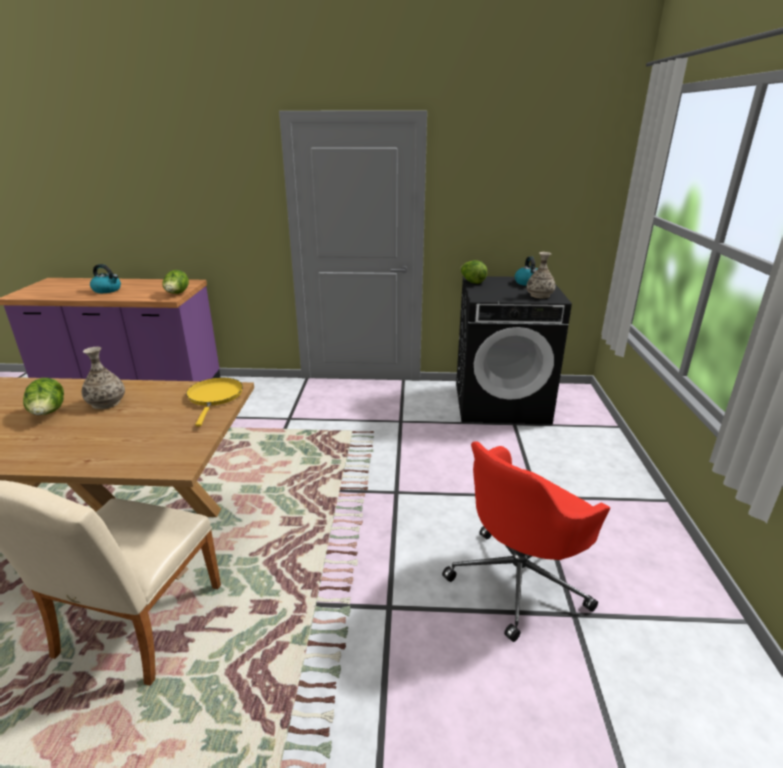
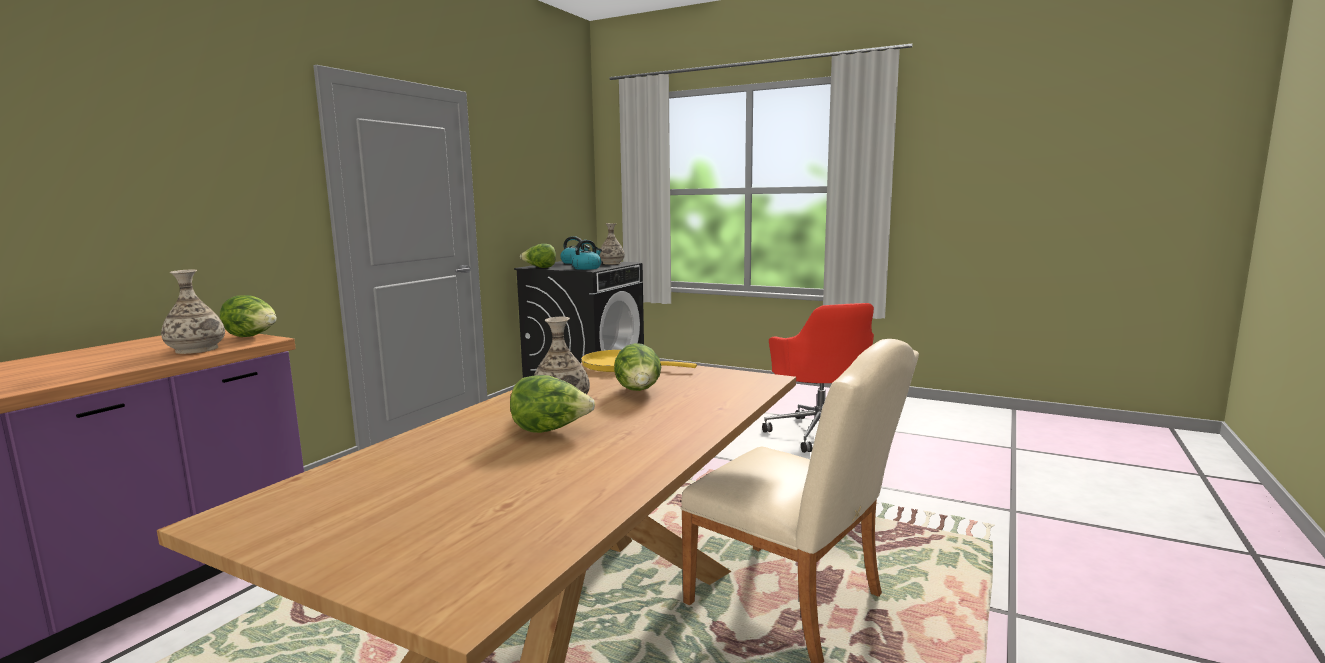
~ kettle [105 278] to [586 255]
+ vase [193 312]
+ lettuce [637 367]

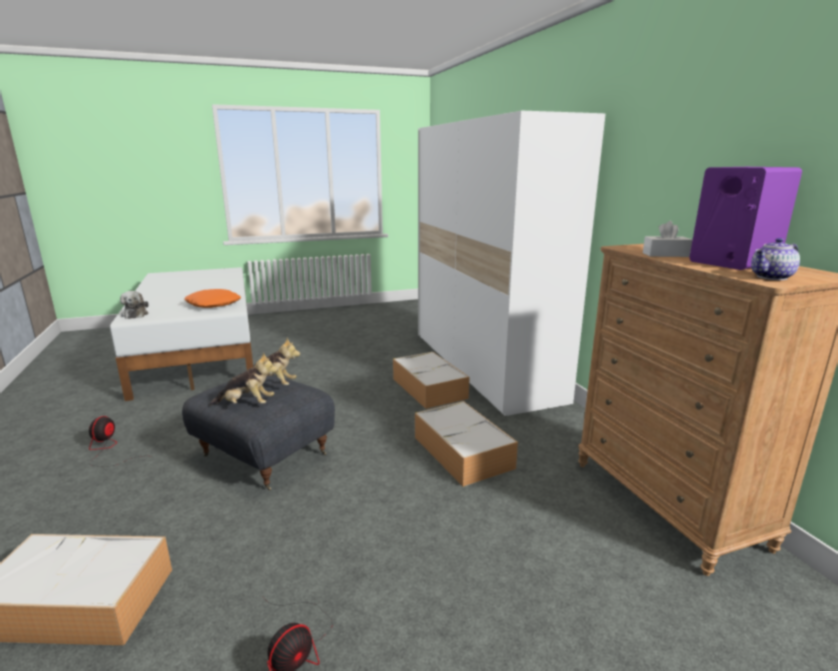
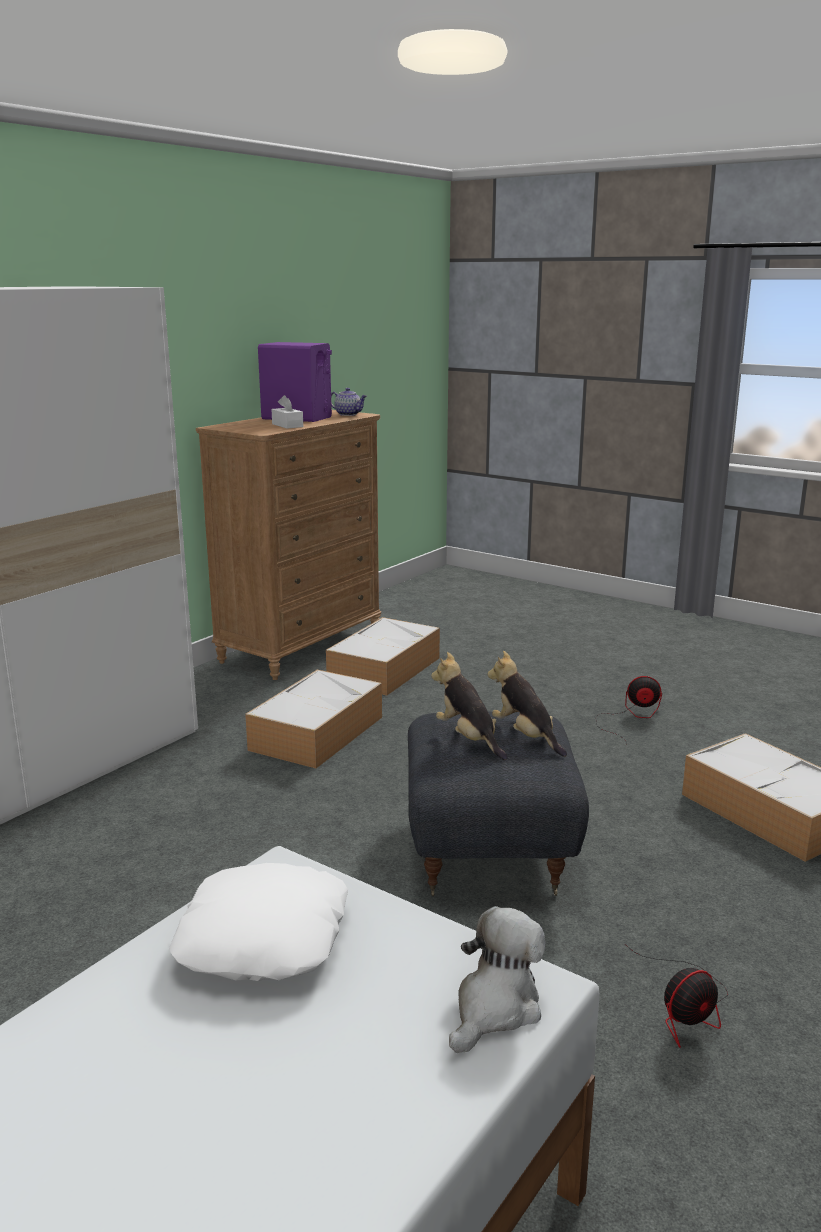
~ orange pillow [212 298] to white pillow [258 922]
~ storage box [431 380] to [383 656]

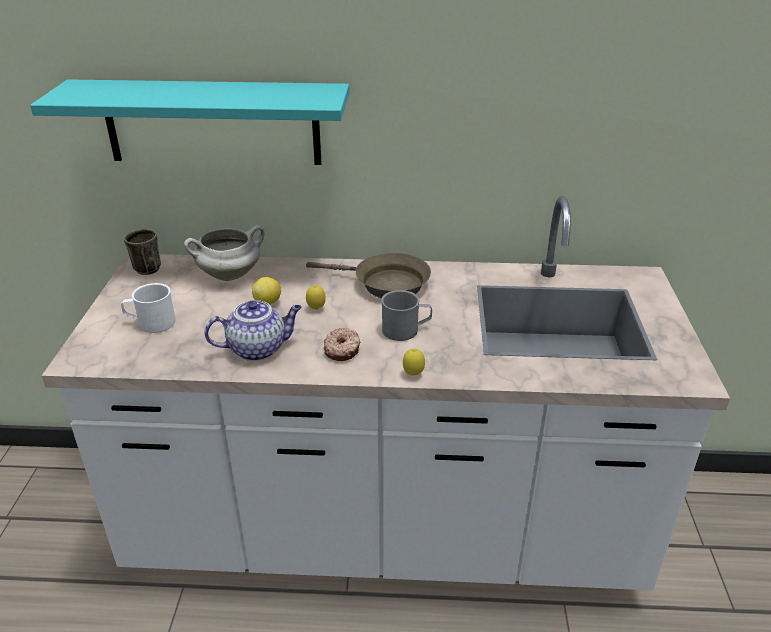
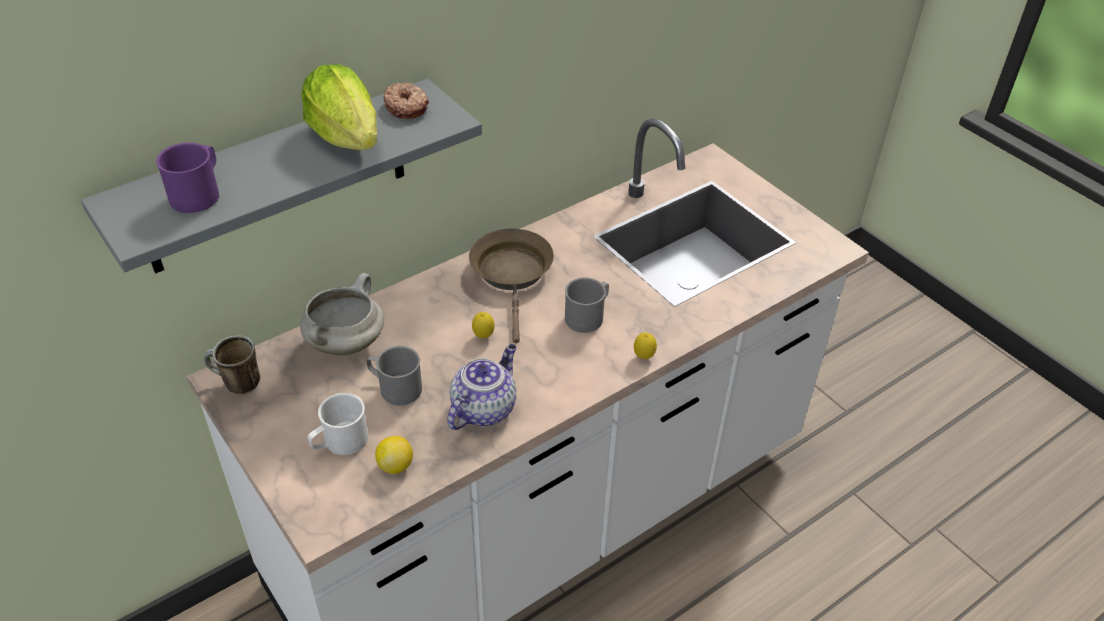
~ turquoise shelf [190 122] to grey shelf [281 176]
~ brown frying pan [368 275] = [511 285] 75 degrees counterclockwise
~ lemon [266 291] to [394 455]
~ donut [342 344] to [406 100]
+ lettuce [339 107]
+ purple mug [187 177]
+ grey mug [394 376]

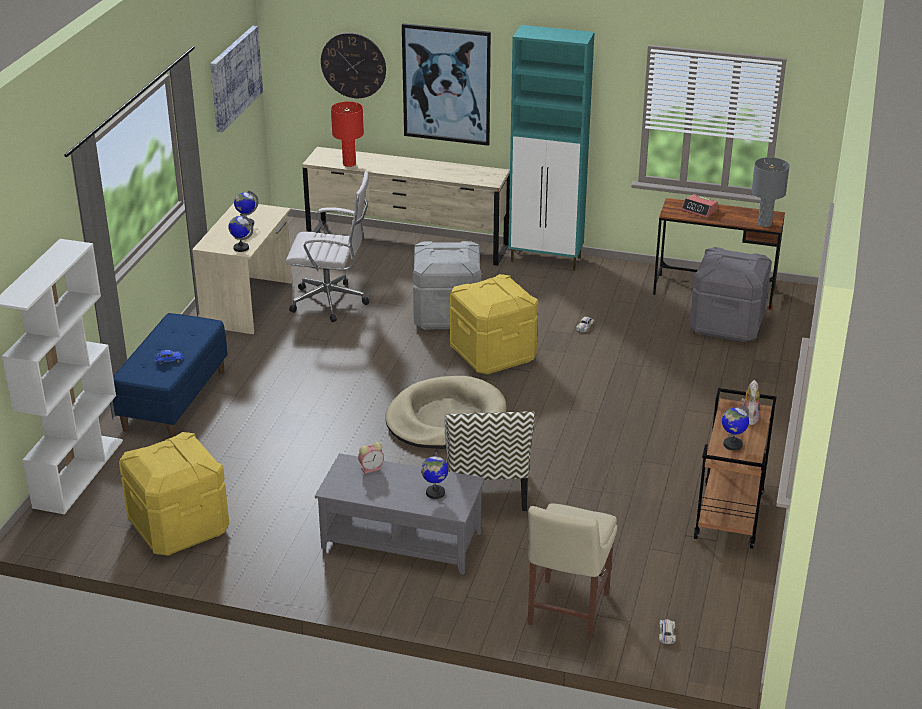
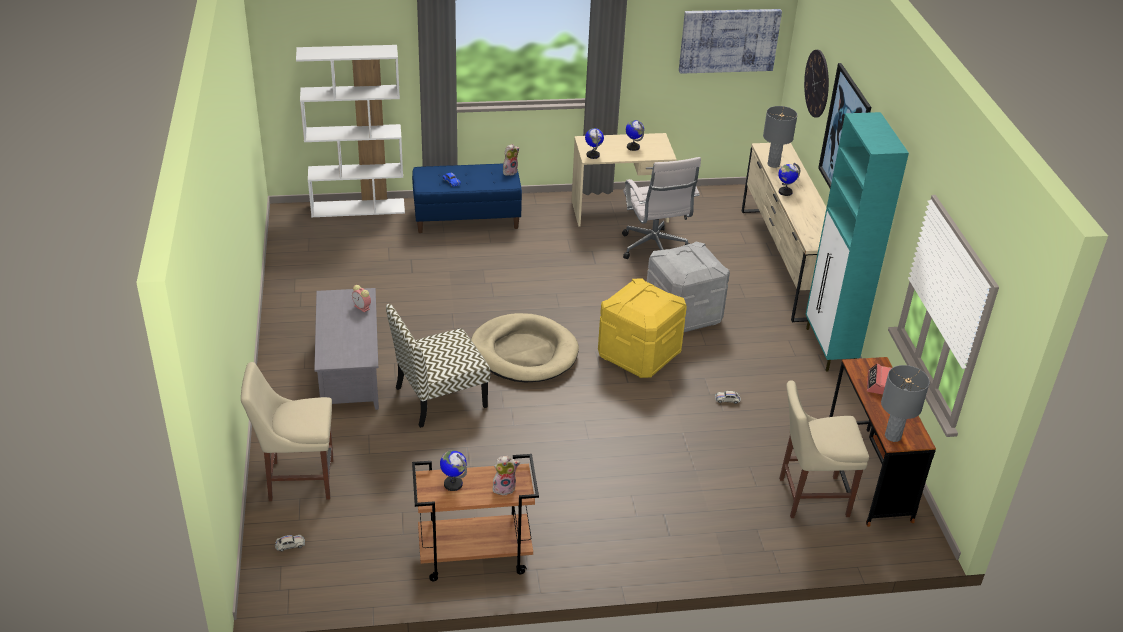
~ red table lamp [347 134] to grey table lamp [780 137]
~ grey storage box [730 294] to beige chair [824 449]
- yellow storage box [174 493]
~ globe [434 475] to [789 179]
+ plush toy [511 160]

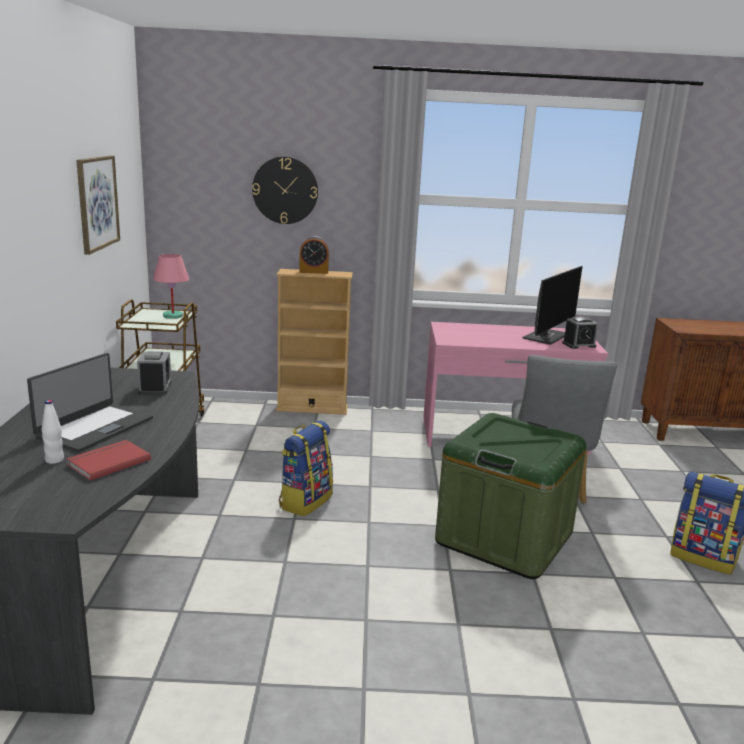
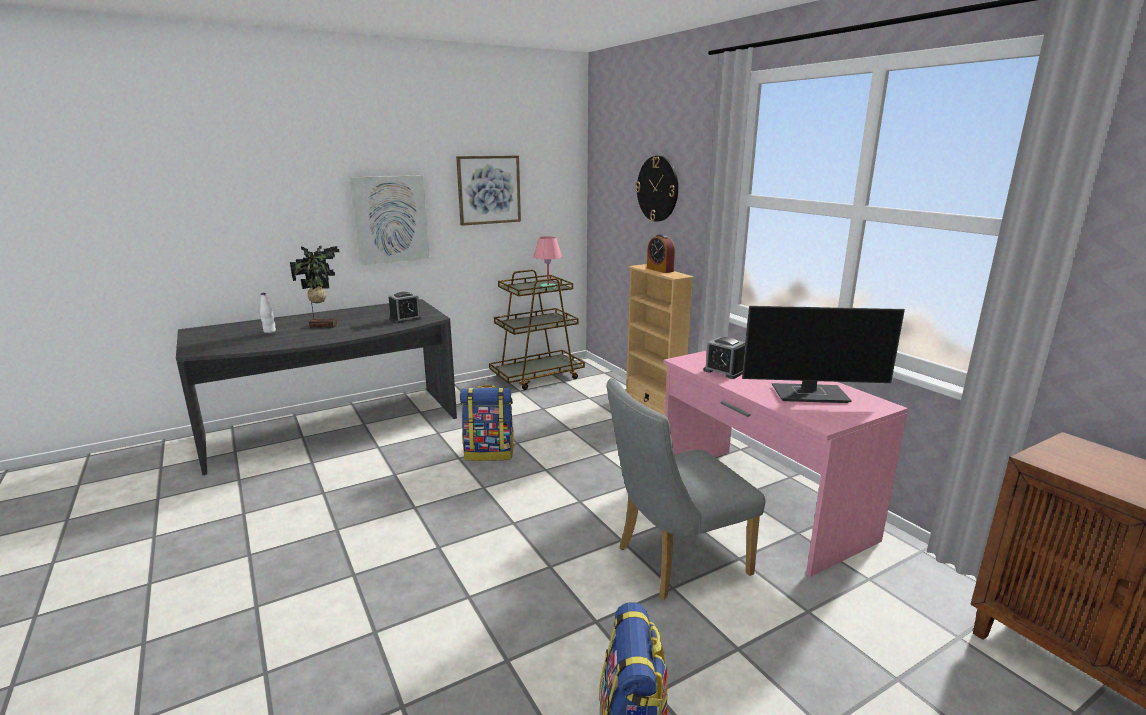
~ alarm clock [580 333] to [724 358]
~ laptop [90 402] to potted plant [315 287]
- green storage box [510 496]
- red book [108 460]
+ picture [390 220]

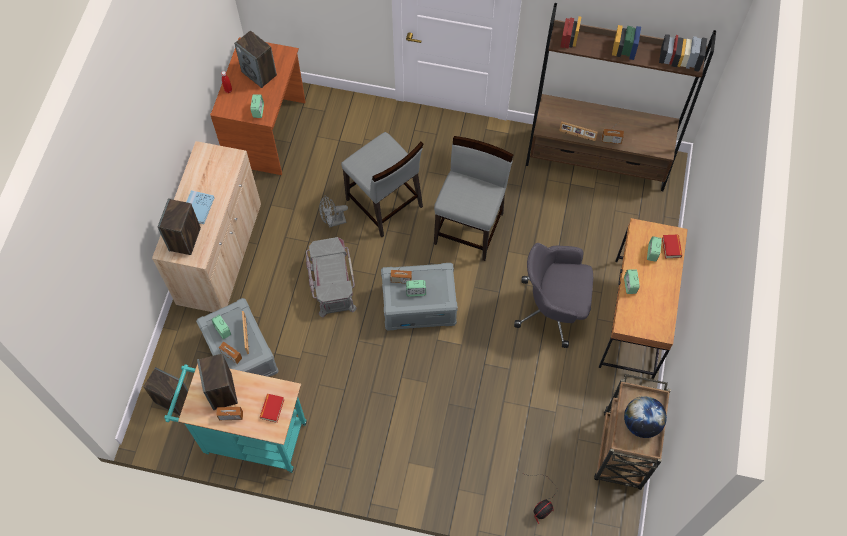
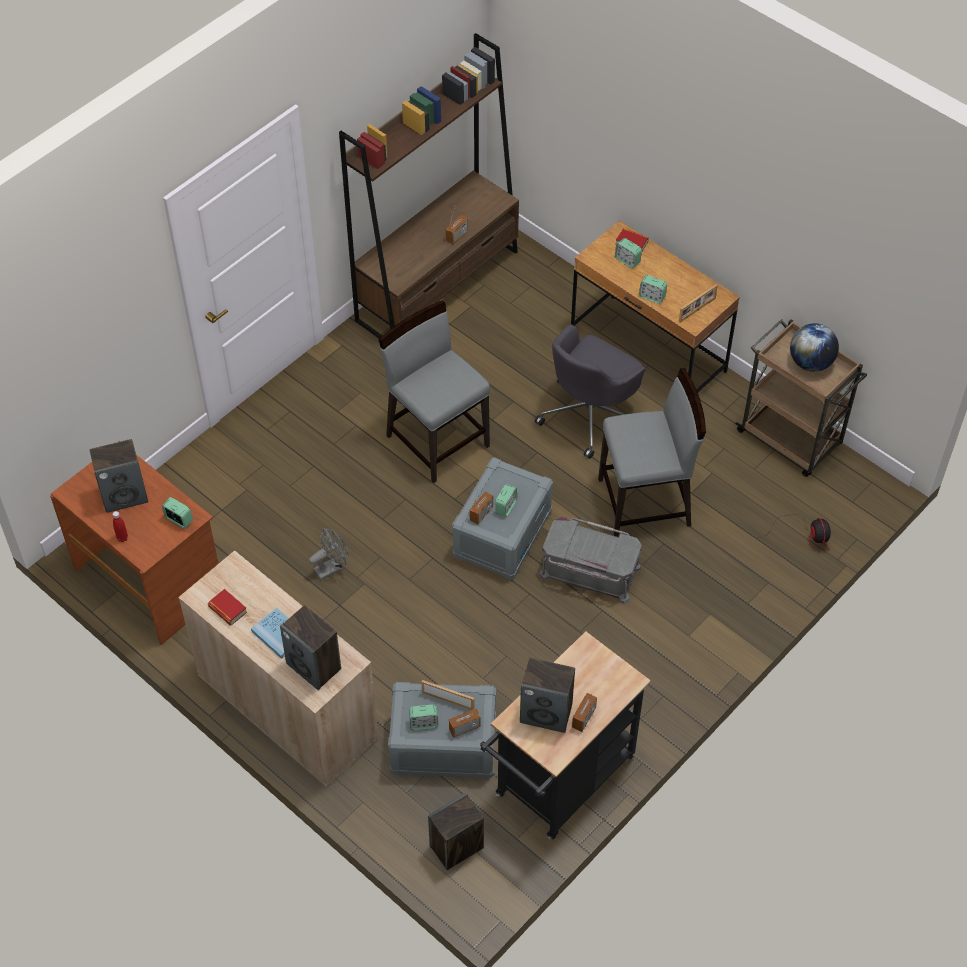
~ picture frame [578 131] to [698 303]
~ grey chair [382 184] to [652 452]
~ grey fan [333 212] = [329 554] 135 degrees counterclockwise
~ grey storage box [331 277] to [590 560]
~ turquoise cart [235 418] to black cart [565 735]
~ book [272 408] to [227 607]

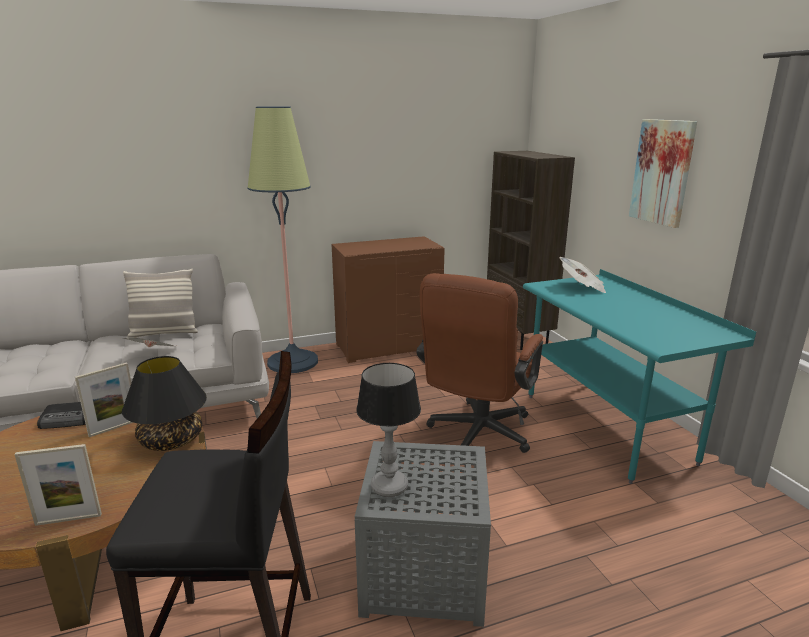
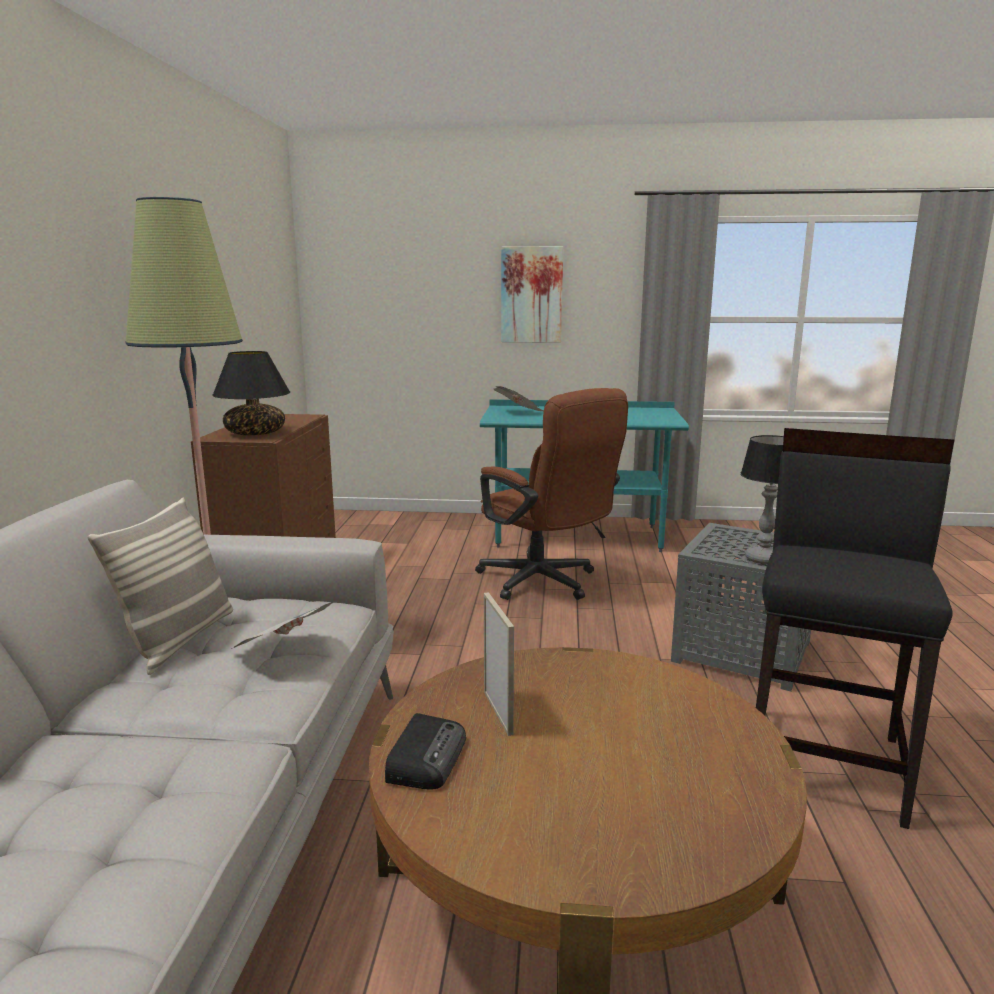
- brown bookcase [531 250]
~ black table lamp [164 403] to [251 393]
- picture frame [58 485]

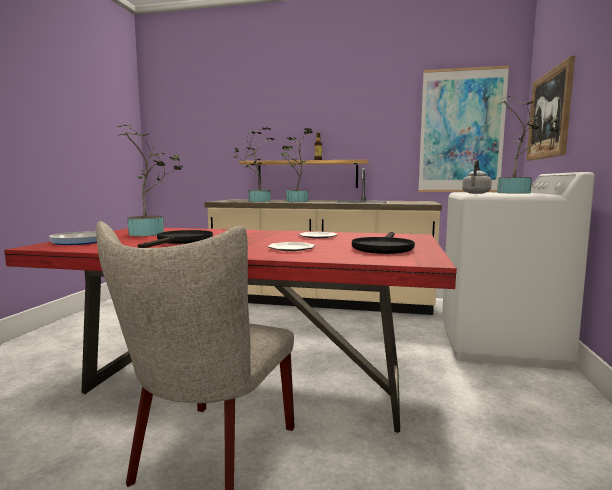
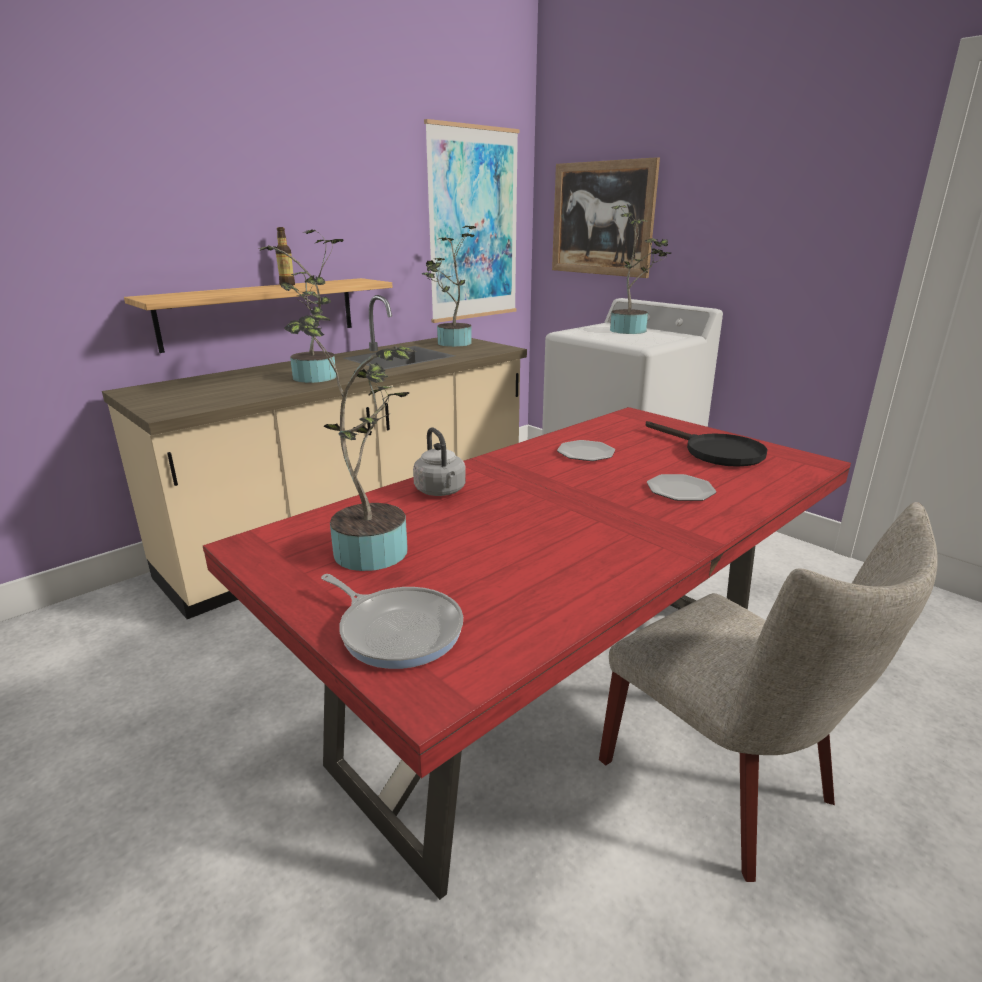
~ potted plant [254 164] to [449 286]
~ grey kettle [477 177] to [439 462]
- black frying pan [175 239]

